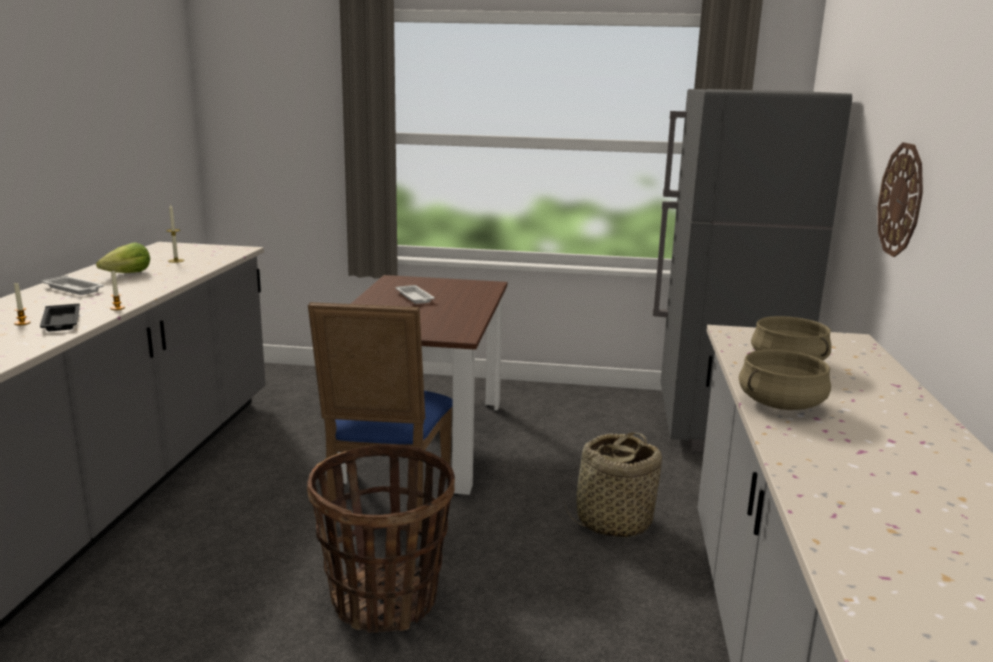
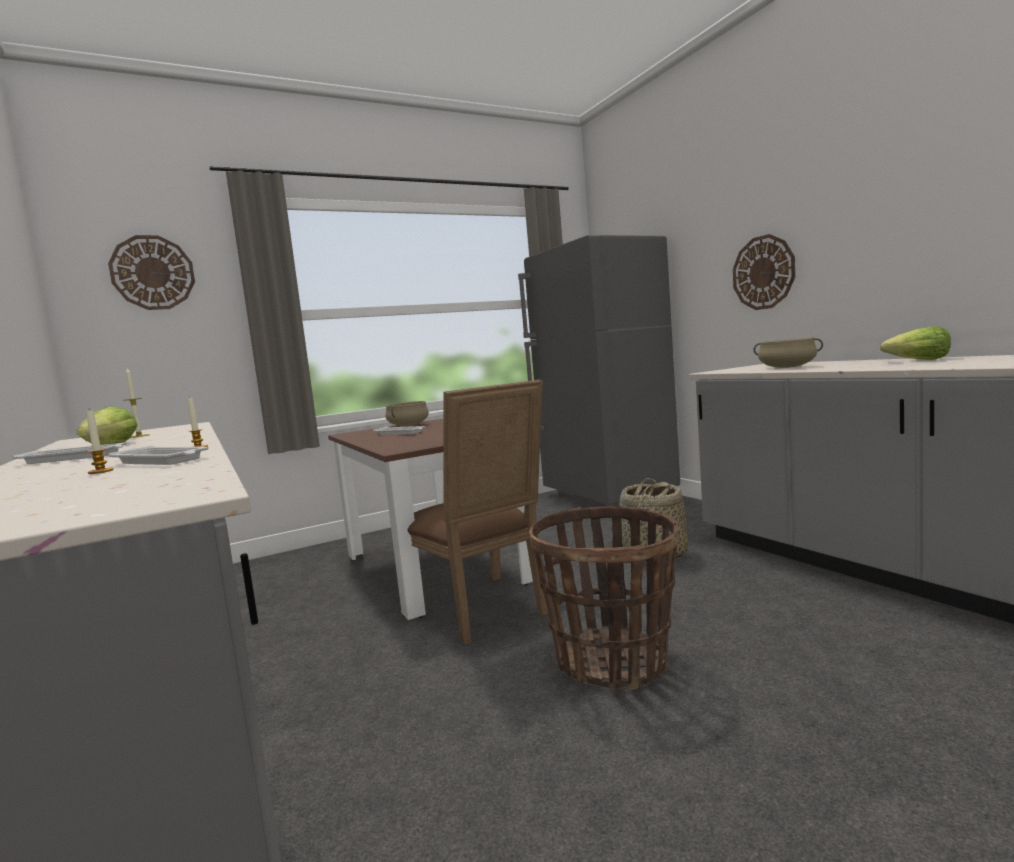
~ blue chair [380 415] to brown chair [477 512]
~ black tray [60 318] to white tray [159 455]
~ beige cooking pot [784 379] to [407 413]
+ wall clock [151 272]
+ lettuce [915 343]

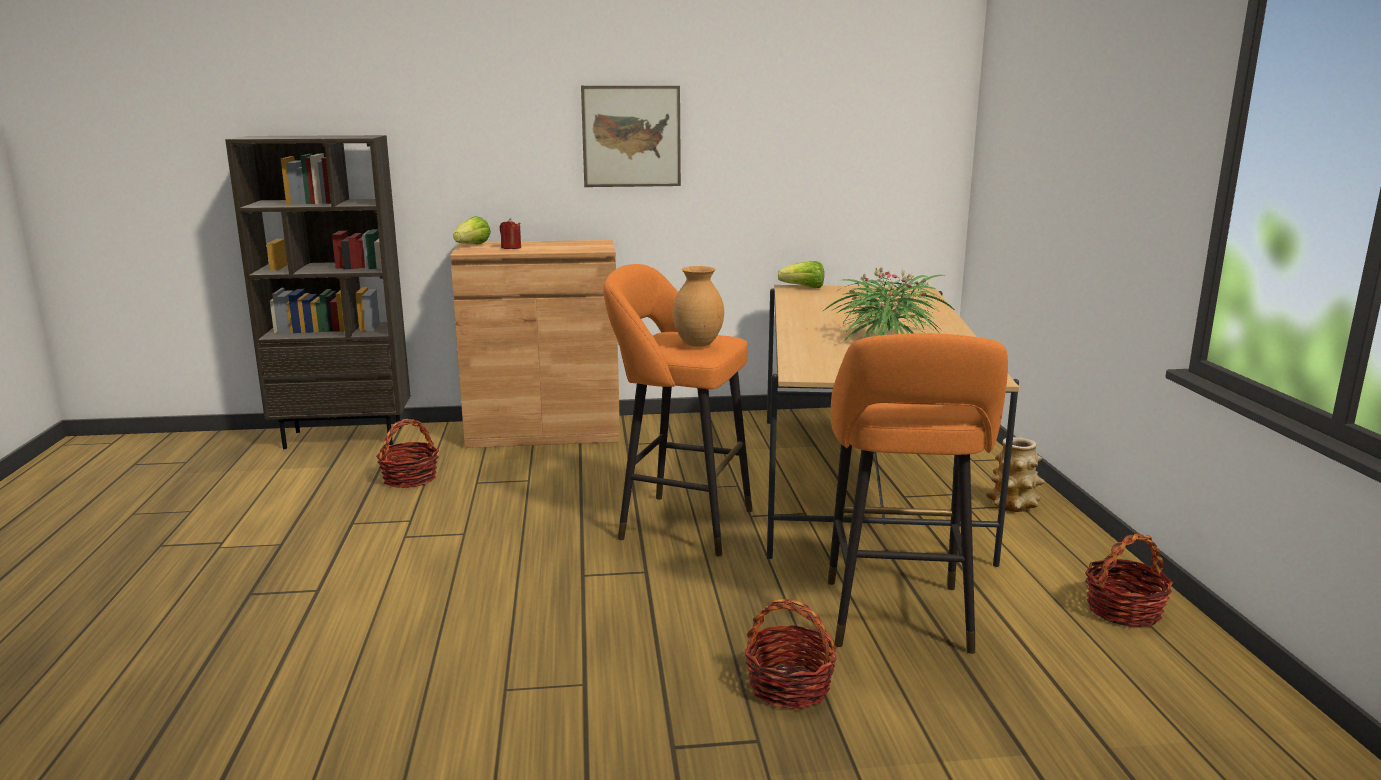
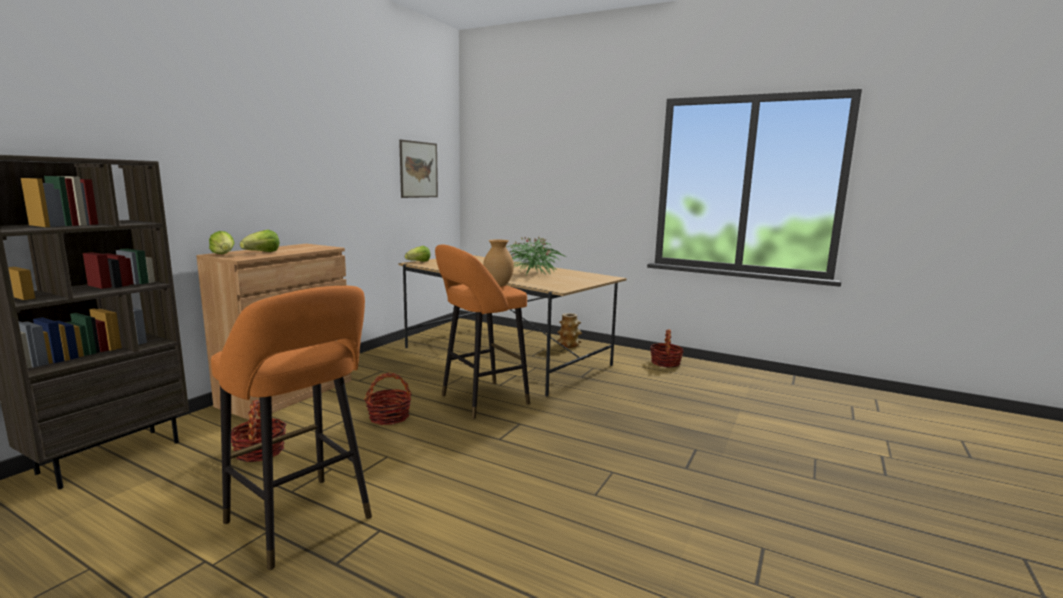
~ picture [631 136] to [418 169]
~ red candle [510 233] to lettuce [260 241]
~ orange stool [918 493] to [291 428]
~ basket [791 654] to [388 399]

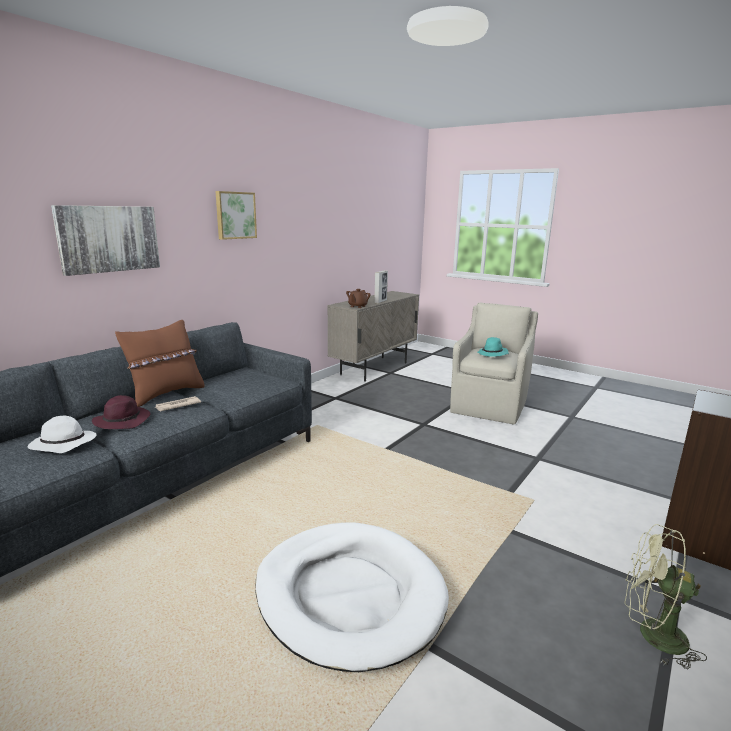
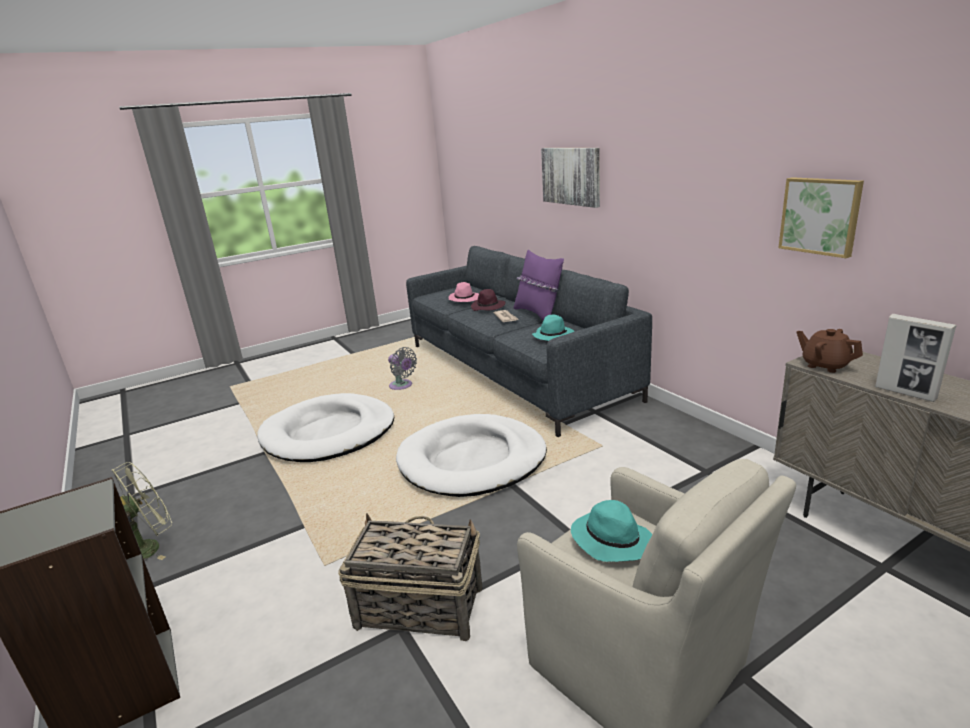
~ picture [236 215] to [821 217]
~ brown pillow [159 363] to purple pillow [539 284]
~ white hat [62 434] to pink hat [464 292]
+ turquoise hat [553 328]
+ grey fan [402 368]
+ white dog bed [471 455]
+ basket [410 577]

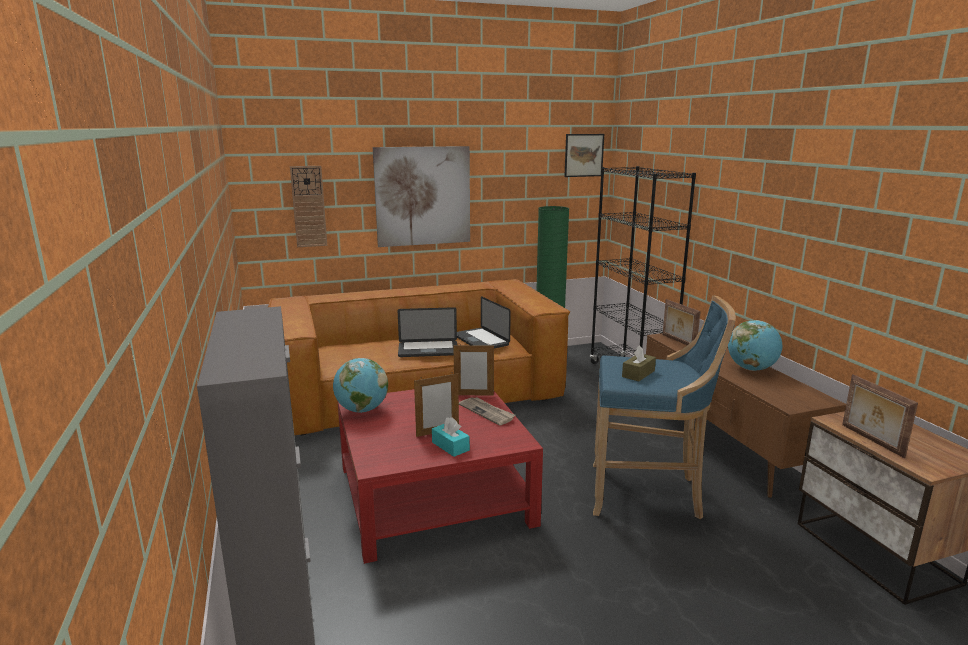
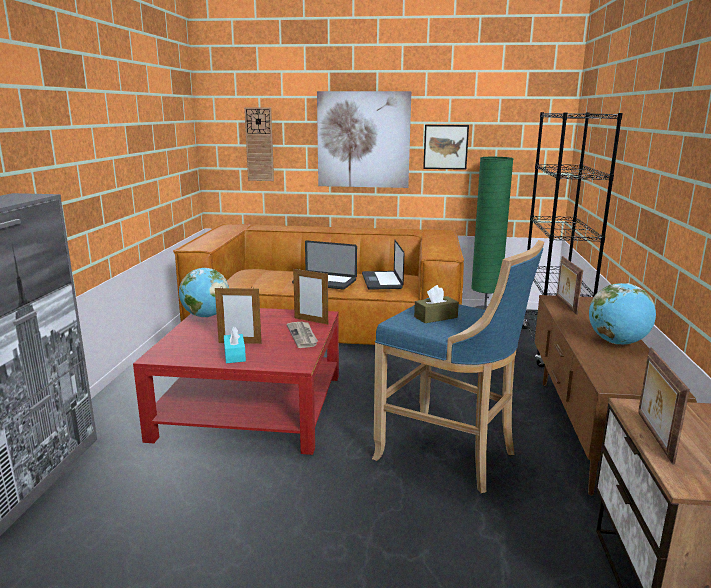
~ picture [584 155] to [446 147]

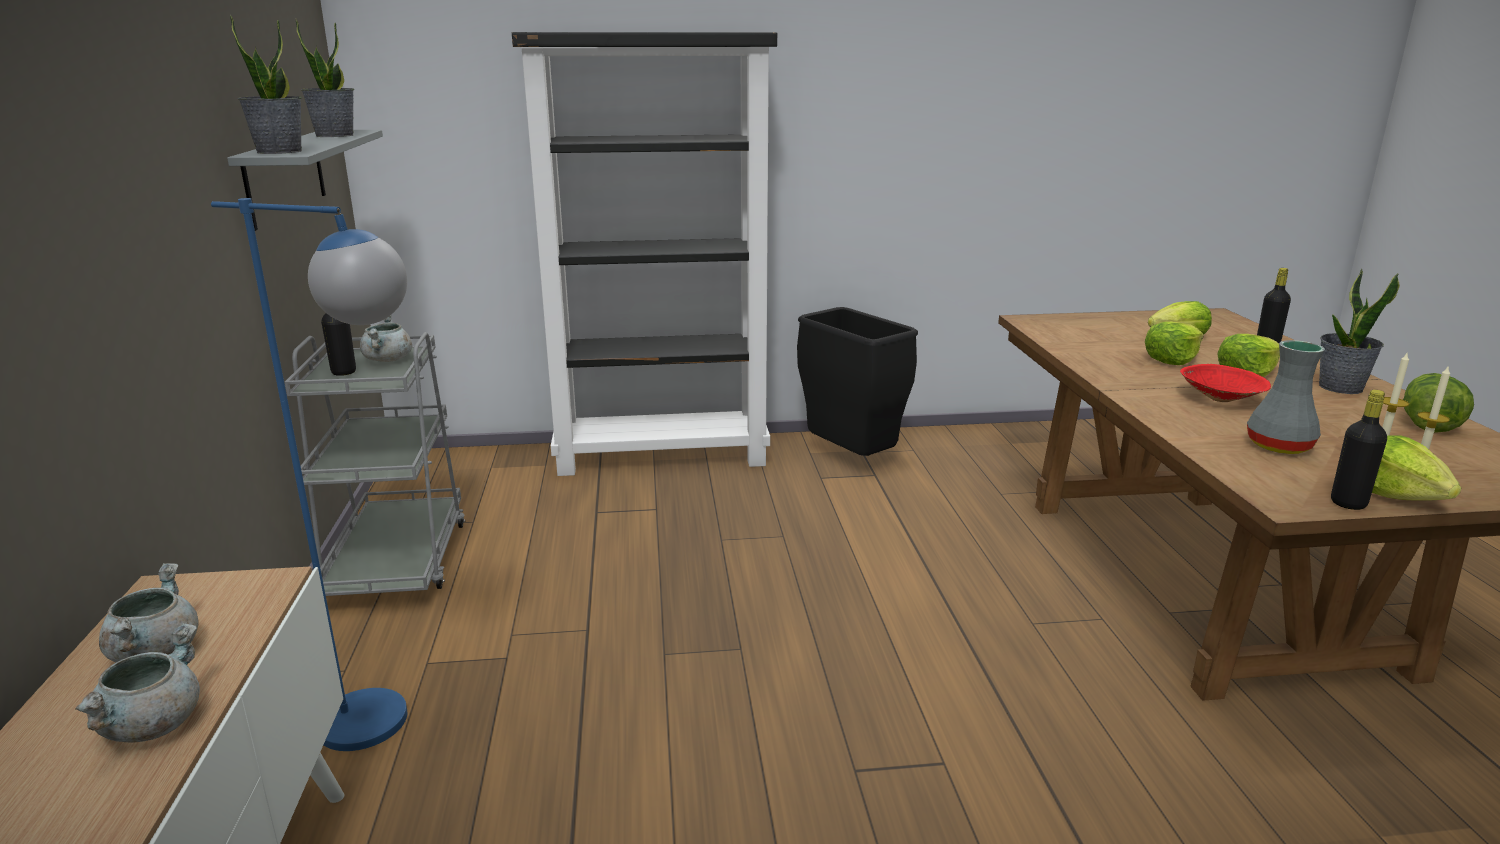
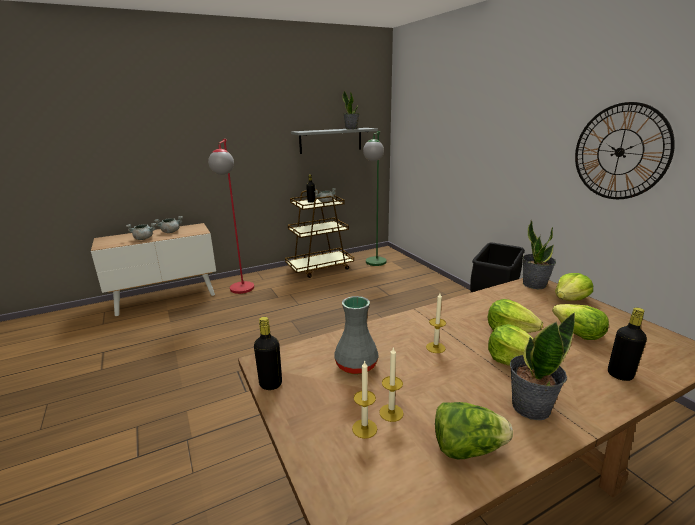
~ potted plant [266 84] to [539 254]
- black bookcase [644 254]
~ blue floor lamp [309 474] to red floor lamp [231 216]
~ grey cart [375 464] to brown cart [319 234]
~ red bowl [1225 383] to candle [436 323]
~ lettuce [1416 468] to [574 287]
+ wall clock [625 150]
+ green floor lamp [374 198]

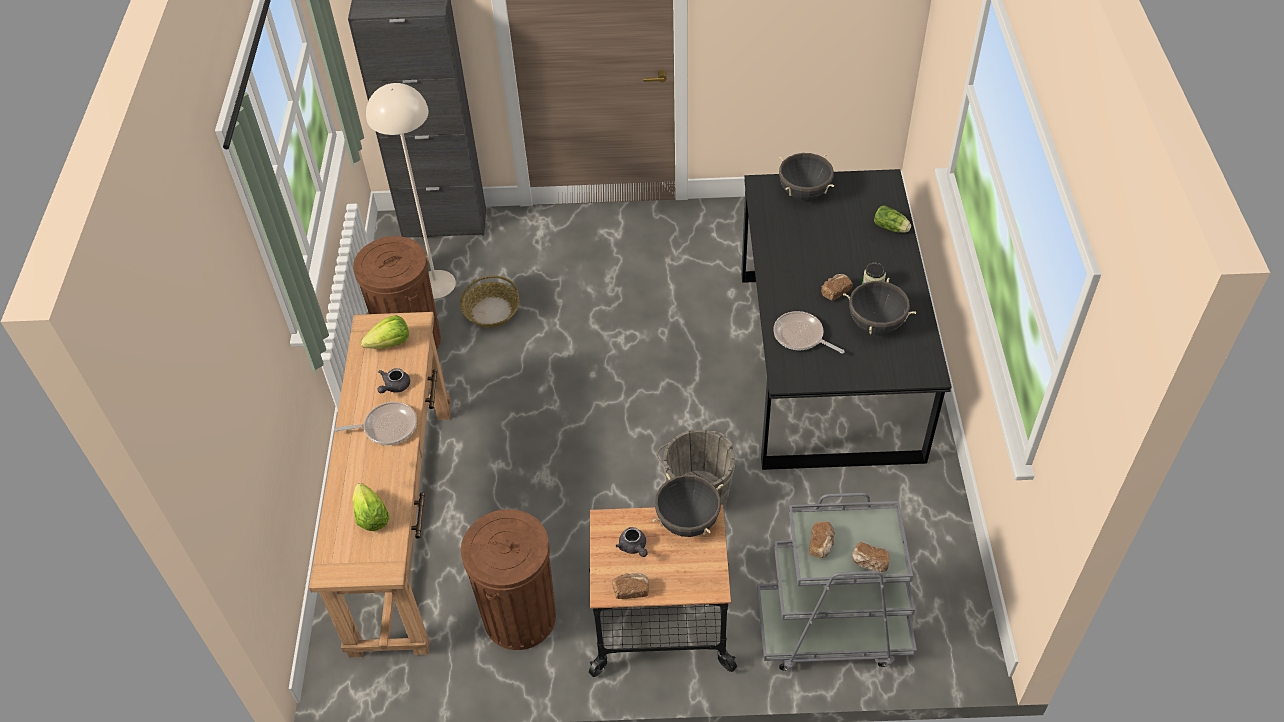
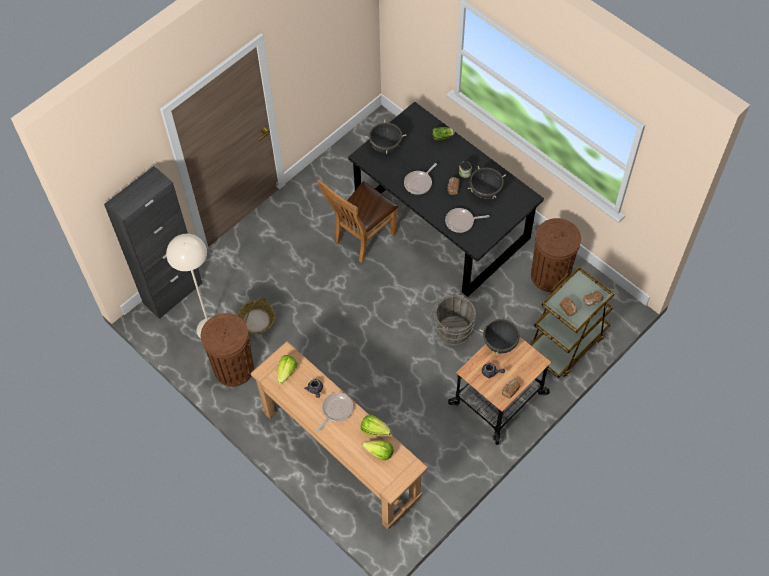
~ grey cart [837 582] to brown cart [572 322]
~ brown trash can [508 579] to [556 255]
+ frying pan [420 179]
+ brown chair [358 221]
+ lettuce [376 425]

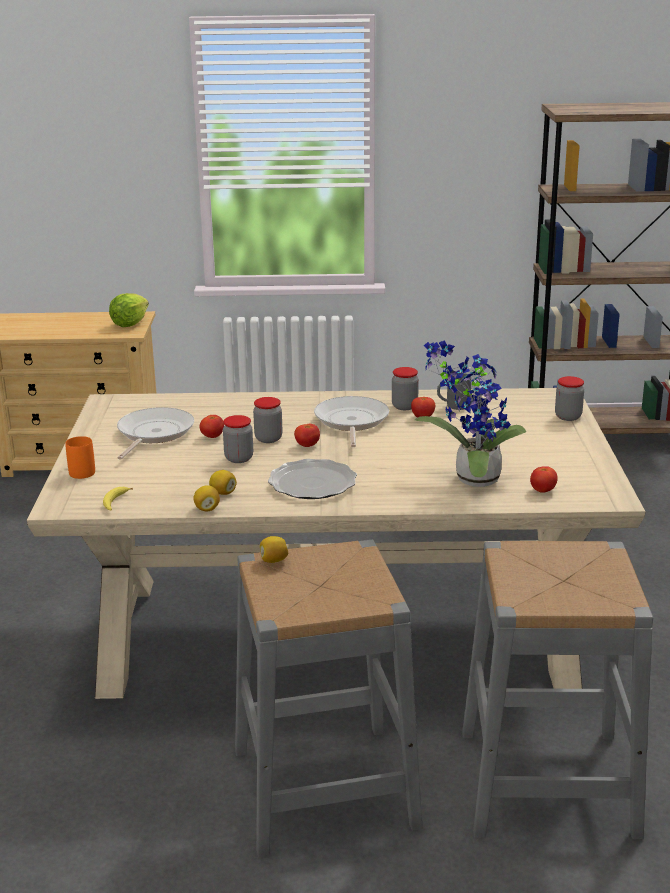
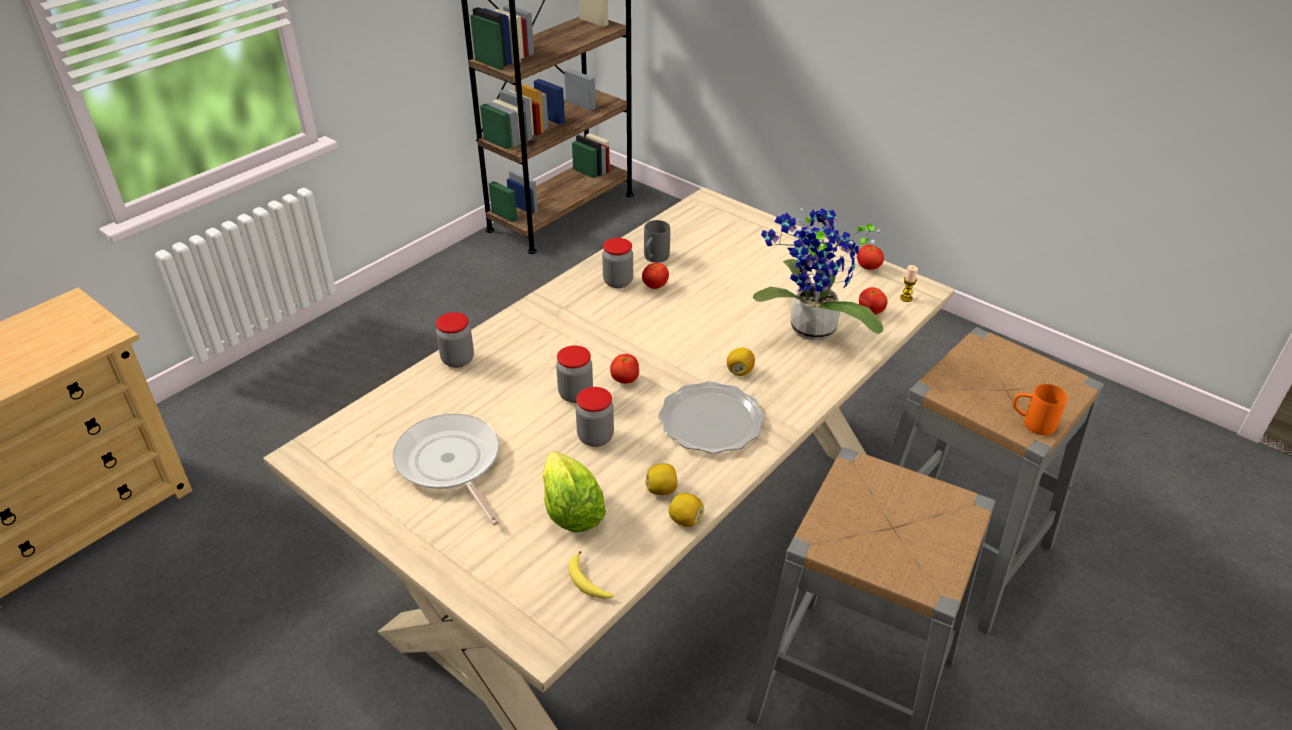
~ lettuce [129 310] to [574 492]
~ jar [569 398] to [455 340]
- frying pan [351 421]
~ tomato [211 426] to [870 257]
~ orange mug [80 457] to [1040 409]
~ lemon [274 549] to [741 361]
+ candle [909 283]

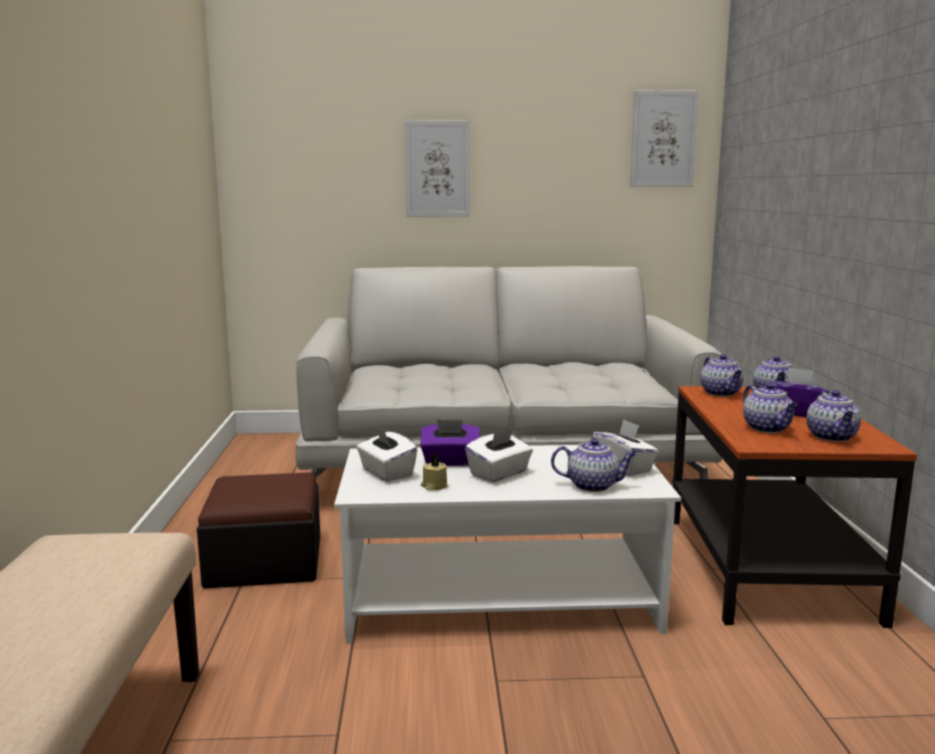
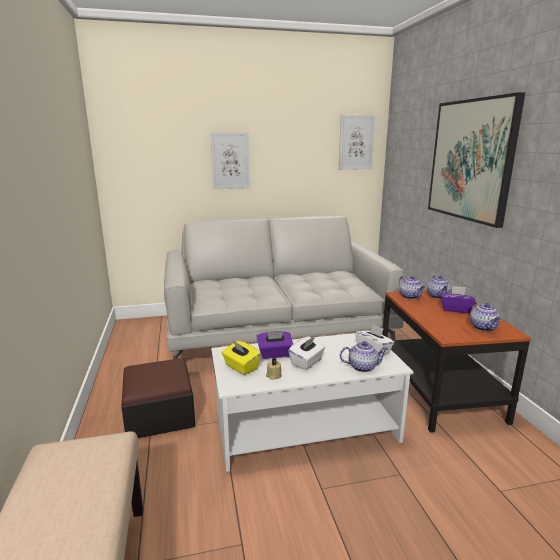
- teapot [770 408]
~ white tissue box [387 453] to yellow tissue box [241 358]
+ picture [476 160]

